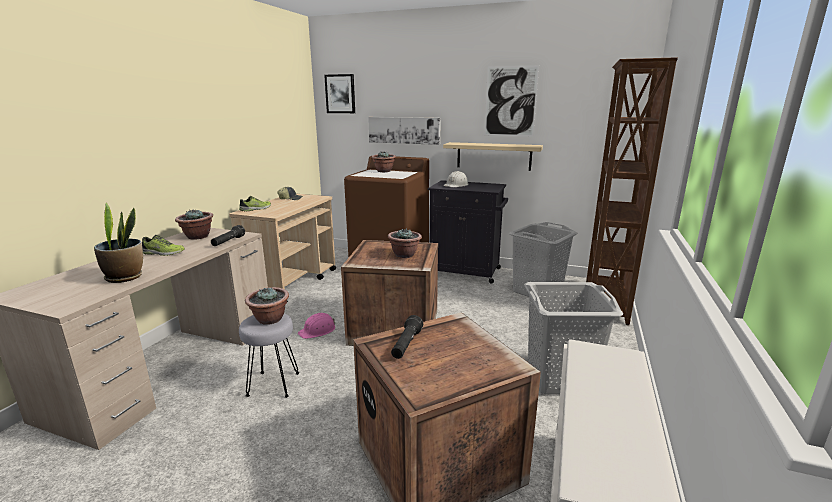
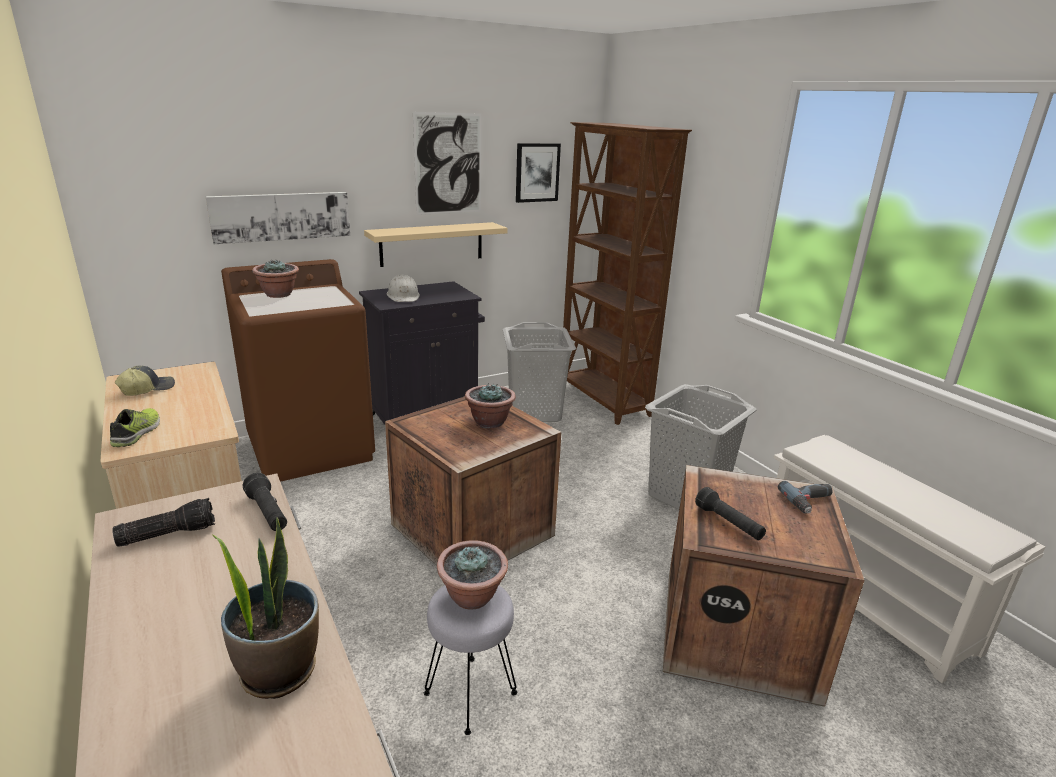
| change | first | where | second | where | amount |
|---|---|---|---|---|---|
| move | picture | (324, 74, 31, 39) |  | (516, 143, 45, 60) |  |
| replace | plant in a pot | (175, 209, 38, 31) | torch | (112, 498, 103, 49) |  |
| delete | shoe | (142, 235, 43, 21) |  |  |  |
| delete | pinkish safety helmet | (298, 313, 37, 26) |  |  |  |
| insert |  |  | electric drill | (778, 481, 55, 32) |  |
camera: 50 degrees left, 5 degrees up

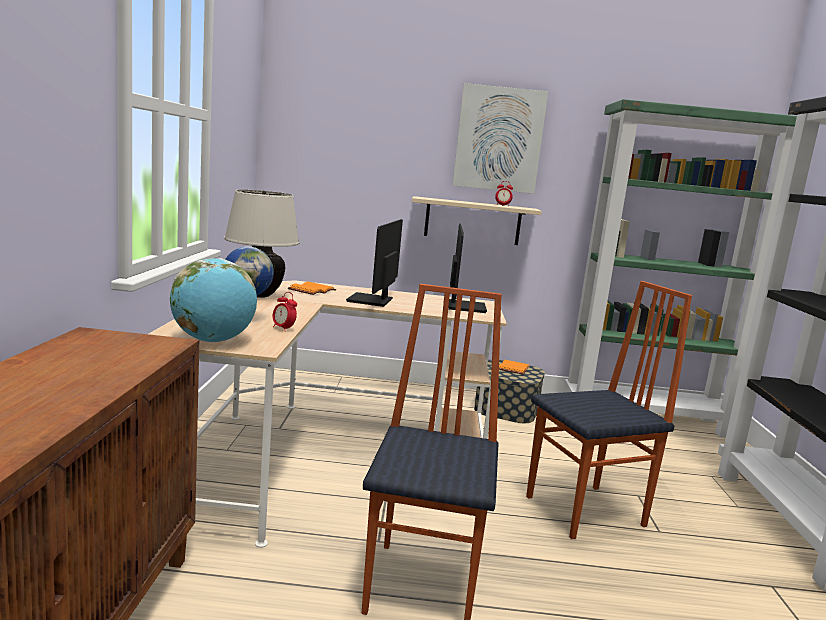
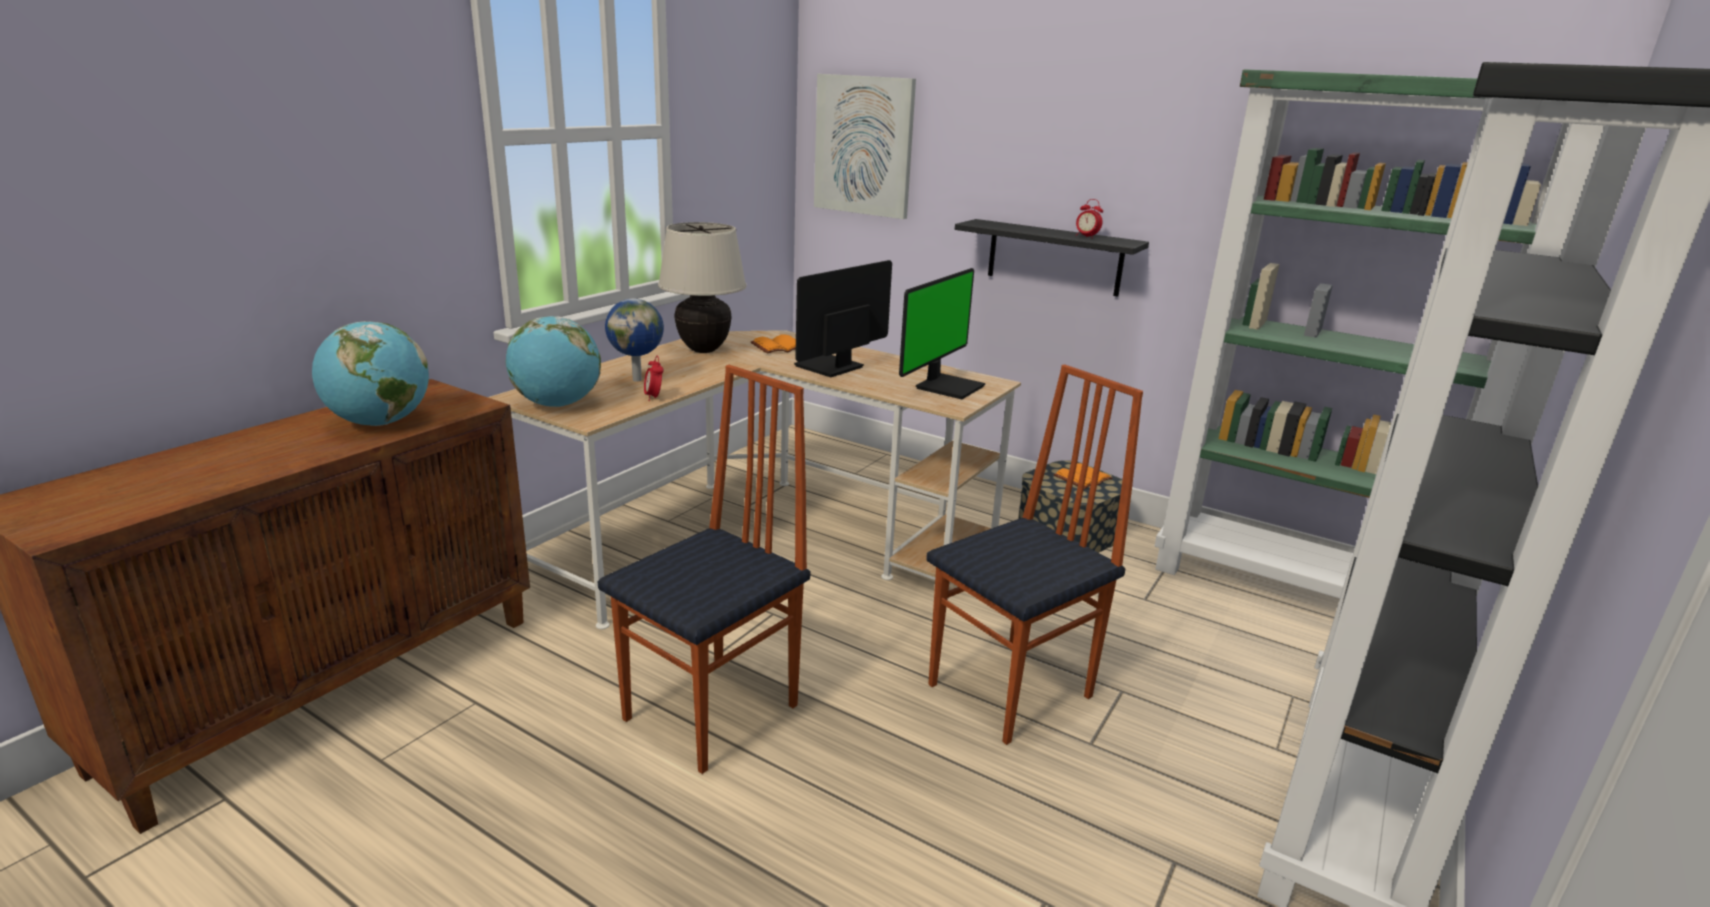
| change | first | where | second | where | amount |
|---|---|---|---|---|---|
| move | picture | (453, 83, 95, 111) |  | (814, 74, 102, 145) |  |
| recolor | beige-coloured bracket shelf | (412, 196, 130, 49) | black bracket shelf | (955, 219, 194, 78) |  |
| rotate | plain chair | (526, 281, 166, 258) |  | (926, 364, 217, 381) | 45 degrees counterclockwise |
| insert |  |  | desk globe | (312, 321, 117, 105) |  |
camera: 30 degrees right, 10 degrees up

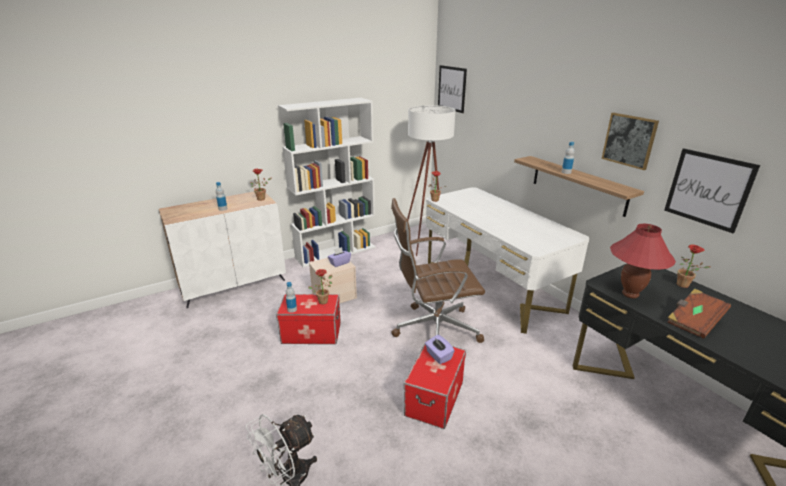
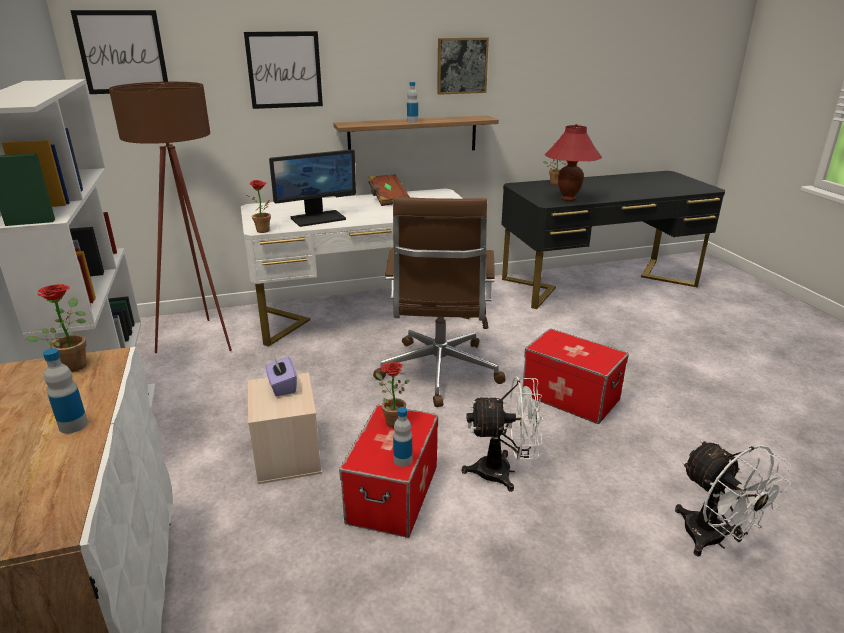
| change | first | where | second | where | amount |
|---|---|---|---|---|---|
| recolor | white floor lamp | (407, 105, 49, 151) | brown floor lamp | (109, 82, 123, 271) |  |
| move | picture | (664, 148, 96, 85) |  | (244, 31, 79, 78) |  |
| move | brown book | (667, 289, 64, 50) |  | (368, 174, 41, 32) |  |
| delete | purplish tissue holder | (425, 335, 30, 29) |  |  |  |
| insert |  |  | computer display | (269, 149, 87, 78) |  |
| insert |  |  | white electric fan | (461, 376, 83, 116) |  |
camera: 75 degrees left, 0 degrees up

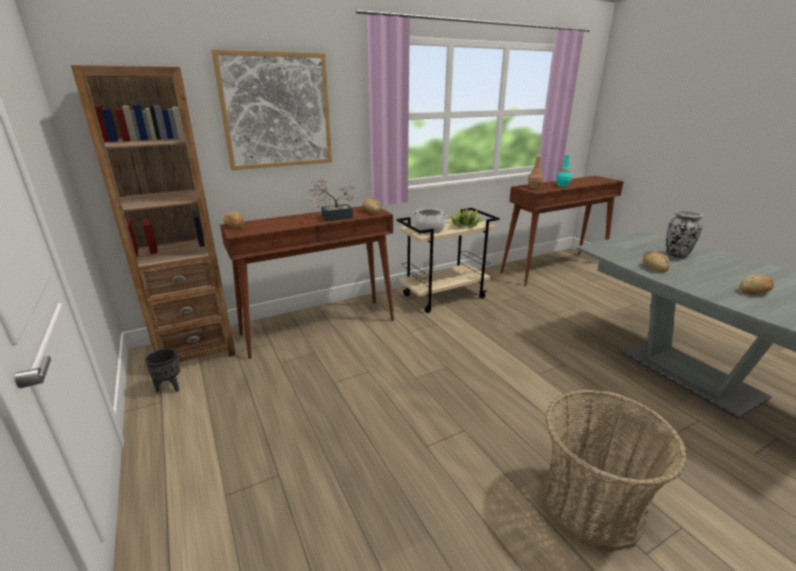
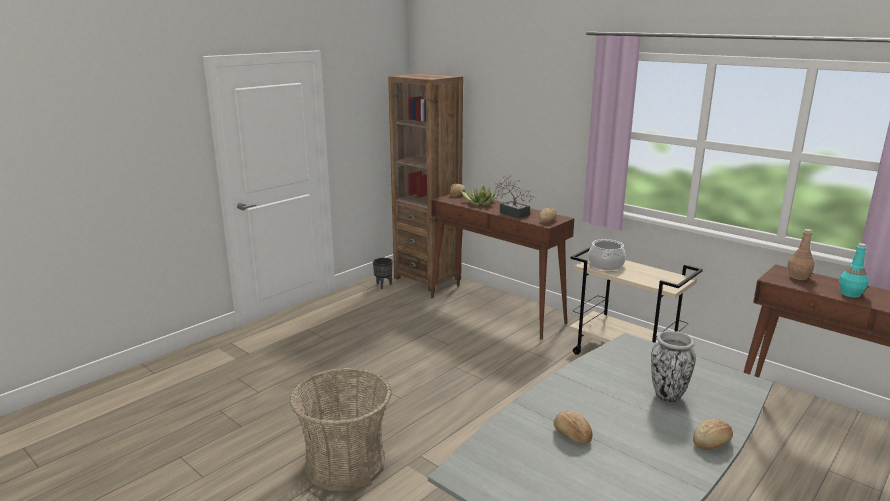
| change | first | where | second | where | amount |
|---|---|---|---|---|---|
| delete | picture | (211, 49, 121, 121) |  |  |  |
| move | plant in a pot | (448, 208, 35, 19) |  | (461, 186, 37, 20) |  |
| move | baked bread | (643, 252, 27, 21) |  | (693, 419, 40, 31) |  |
camera: 70 degrees right, 5 degrees down

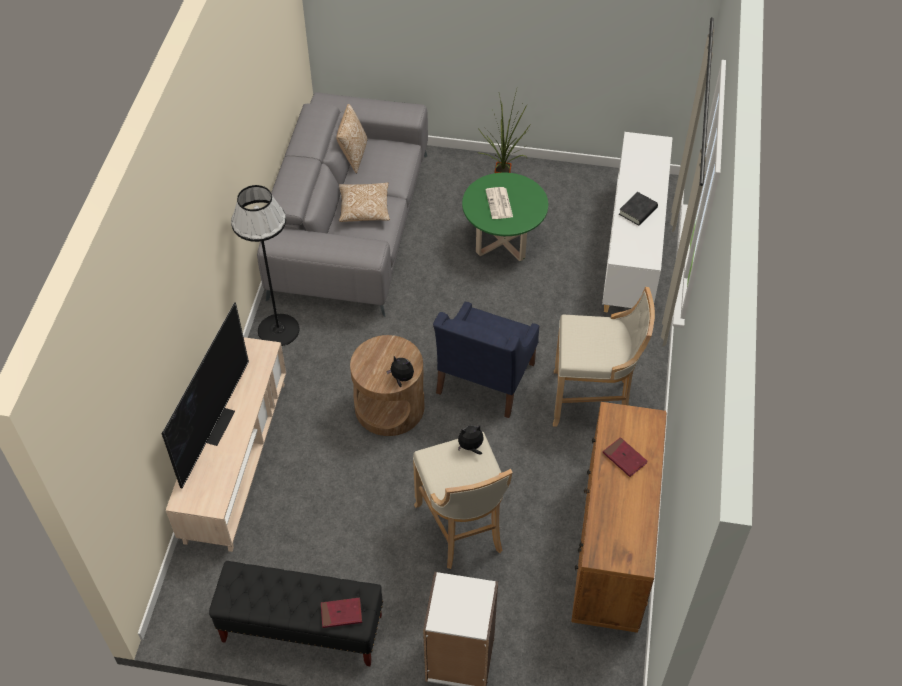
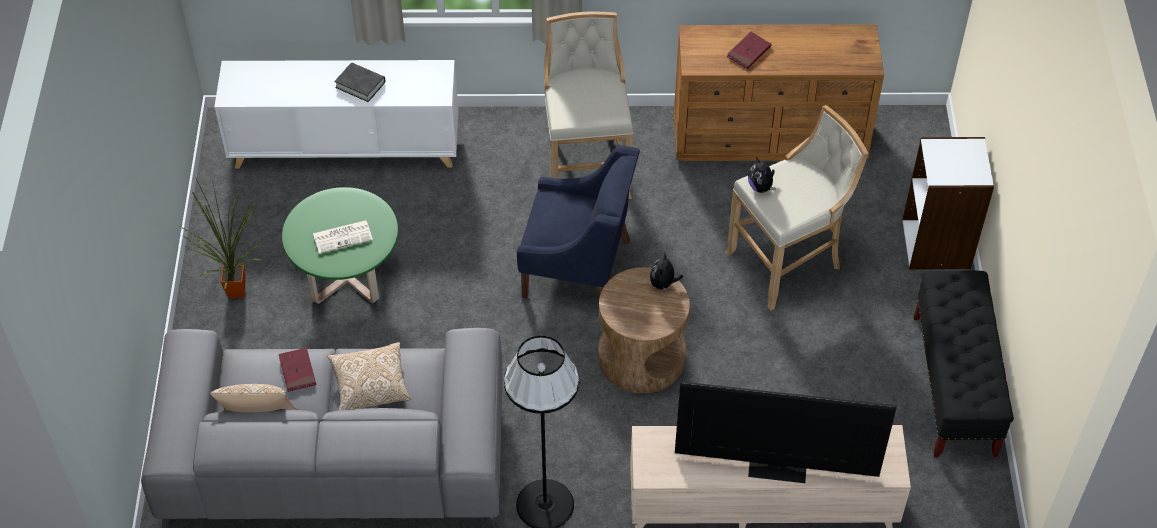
| change | first | where | second | where | amount |
|---|---|---|---|---|---|
| move | red book | (321, 598, 41, 30) |  | (279, 348, 37, 44) |  |
camera: 100 degrees left, 0 degrees up

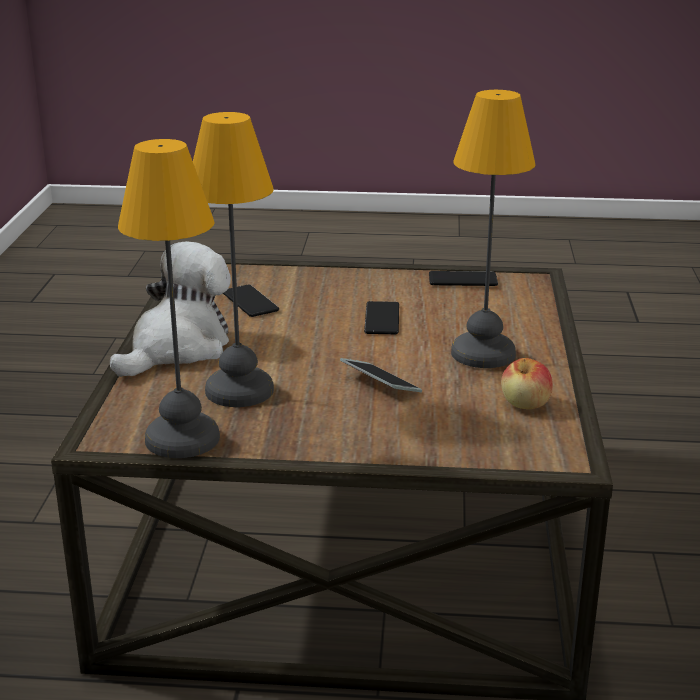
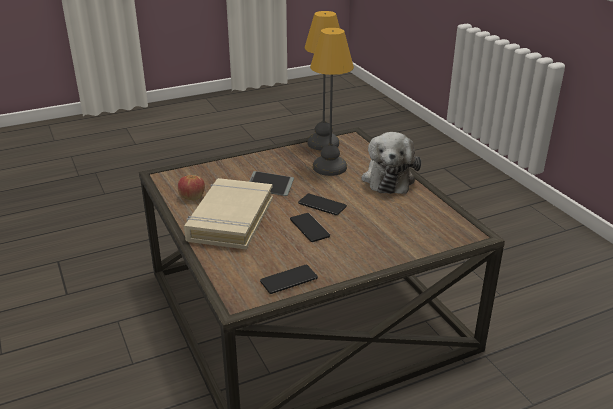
| change | first | where | second | where | amount |
|---|---|---|---|---|---|
| replace | table lamp | (451, 90, 85, 278) | beige-coloured book | (184, 178, 89, 71) |  |
| move | telephone | (223, 285, 56, 32) |  | (298, 194, 49, 21) |  |
camera: 150 degrees right, 5 degrees up

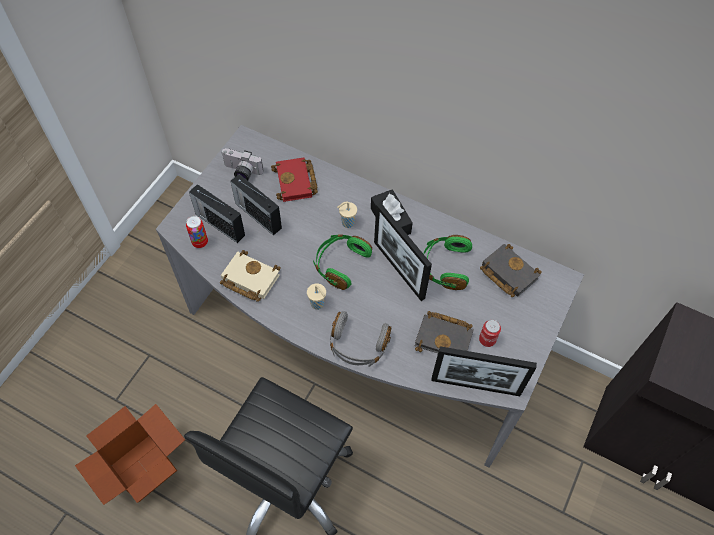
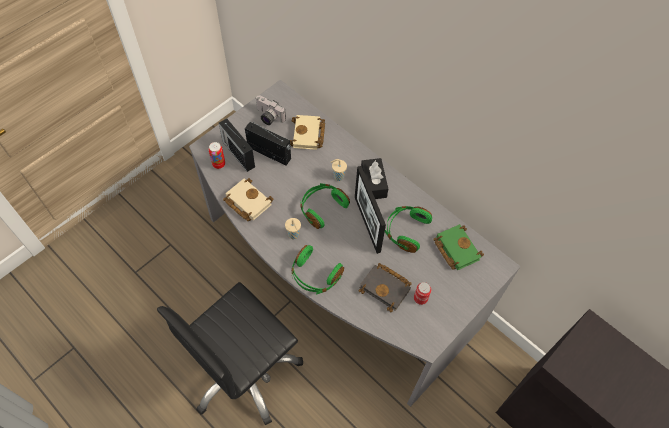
| change | first | where | second | where | amount |
|---|---|---|---|---|---|
| recolor | red book | (271, 157, 47, 45) | beige-coloured book | (290, 115, 35, 35) |  |
| rotate | radio | (230, 174, 52, 61) |  | (245, 121, 46, 45) | 150 degrees clockwise |
| recolor | black book | (480, 244, 61, 53) | green-coloured book | (433, 224, 51, 46) |  |
| recolor | grey pair of headphones | (330, 311, 61, 56) | green-coloured pair of headphones | (292, 245, 52, 50) |  |
| delete | picture frame | (431, 346, 106, 50) |  |  |  |
| delete | cardboard box | (75, 404, 110, 101) |  |  |  |
camera: 15 degrees right, 0 degrees up

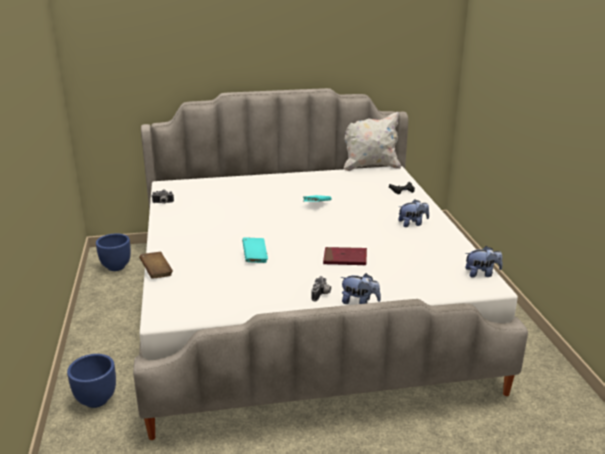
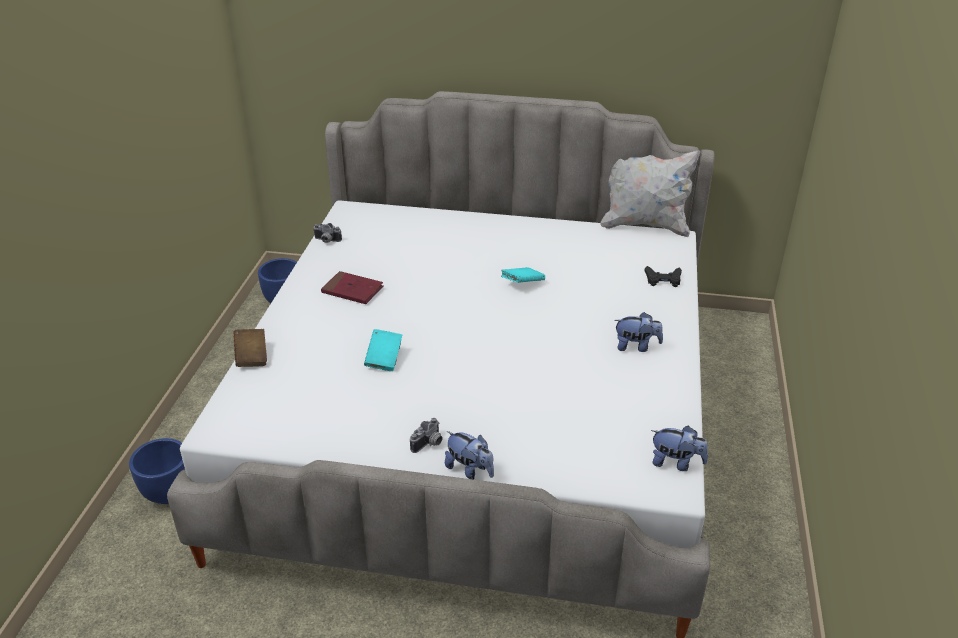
| change | first | where | second | where | amount |
|---|---|---|---|---|---|
| move | red book | (323, 247, 44, 18) |  | (321, 271, 63, 33) |  |
camera: 20 degrees right, 10 degrees up

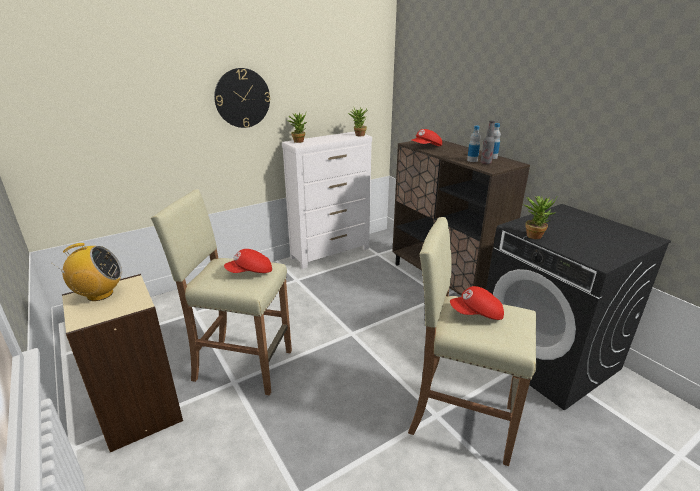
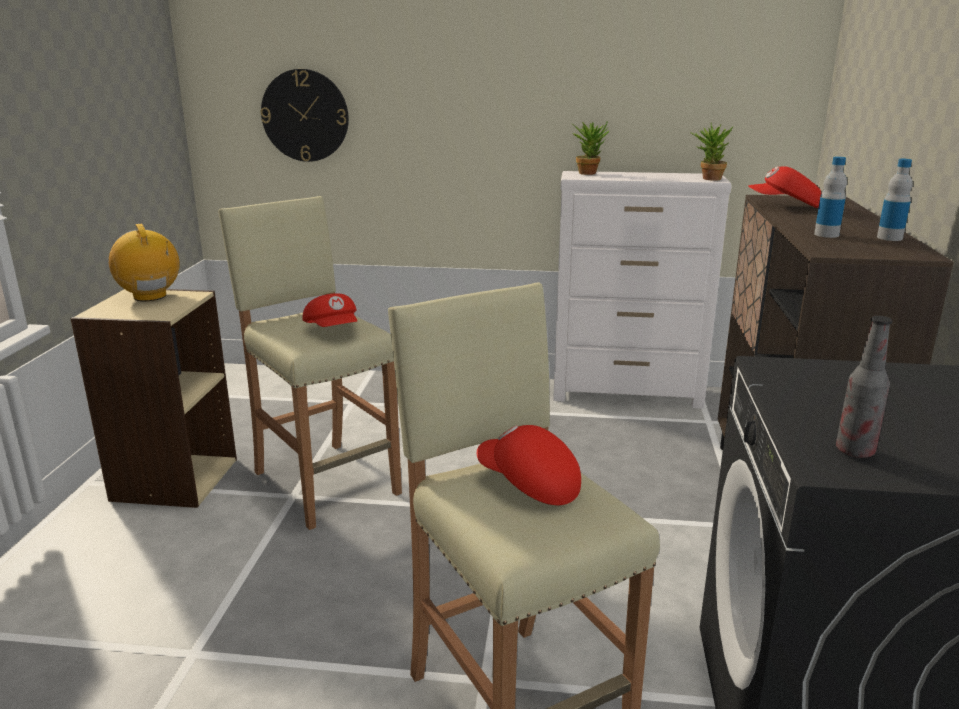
| change | first | where | second | where | amount |
|---|---|---|---|---|---|
| move | wall clock | (214, 68, 56, 60) |  | (260, 69, 89, 93) |  |
| move | bottle | (480, 120, 15, 44) |  | (836, 316, 56, 142) |  |
| delete | plant in a pot | (523, 196, 34, 43) |  |  |  |
| rotate | radio | (52, 243, 70, 58) |  | (109, 224, 71, 77) | 150 degrees counterclockwise |
| rotate | red peaked cap | (224, 249, 48, 24) |  | (302, 293, 55, 34) | 135 degrees counterclockwise |
camera: 40 degrees right, 5 degrees down

